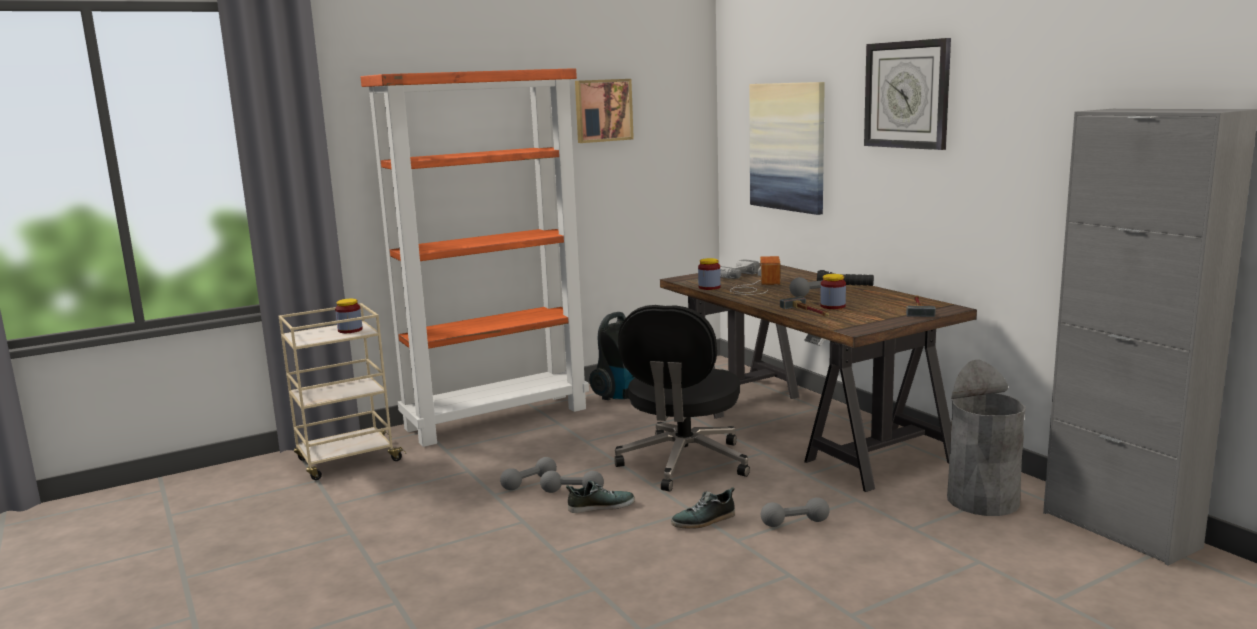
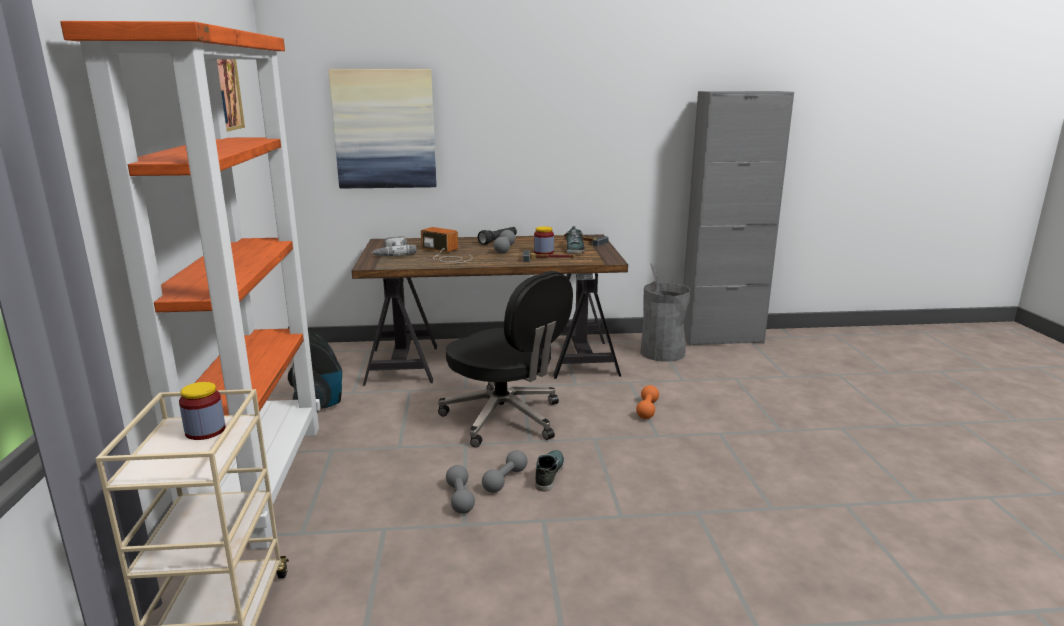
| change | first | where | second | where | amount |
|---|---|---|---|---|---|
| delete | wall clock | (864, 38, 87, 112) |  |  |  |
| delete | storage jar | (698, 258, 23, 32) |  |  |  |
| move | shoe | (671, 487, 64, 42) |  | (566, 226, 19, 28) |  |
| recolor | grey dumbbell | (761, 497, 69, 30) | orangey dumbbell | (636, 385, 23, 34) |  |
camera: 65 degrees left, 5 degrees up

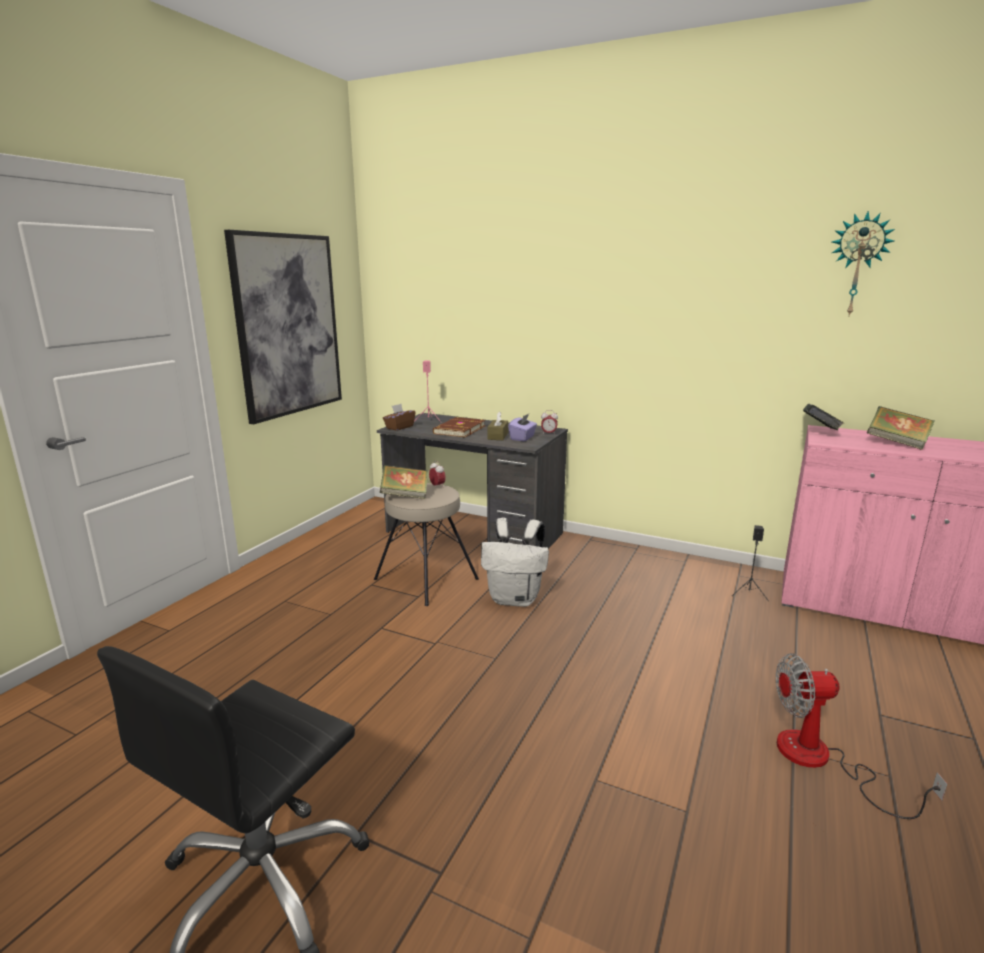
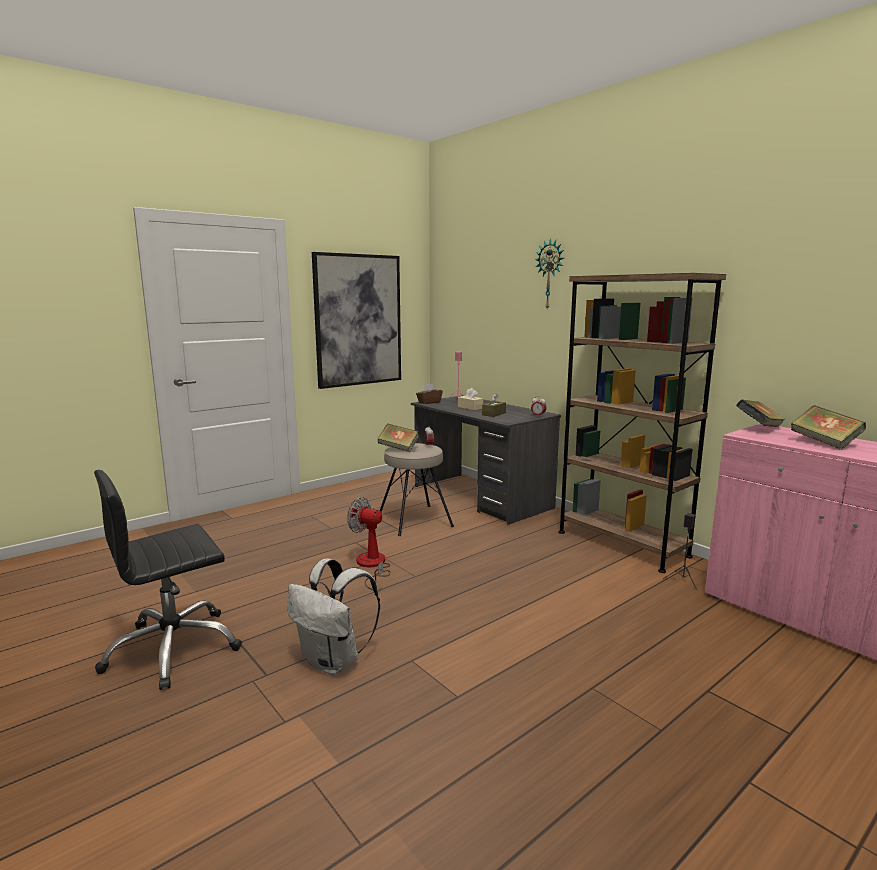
| change | first | where | second | where | amount |
|---|---|---|---|---|---|
| move | wall clock | (832, 211, 63, 105) |  | (535, 238, 29, 71) |  |
| delete | purplish tissue holder | (508, 414, 29, 27) |  |  |  |
| replace | brown book | (433, 417, 52, 20) | beige-coloured tissue holder | (458, 388, 25, 22) |  |
| move | white rucksack | (481, 518, 68, 89) |  | (288, 559, 92, 116) |  |
| move | electric fan | (776, 653, 171, 166) |  | (347, 497, 44, 93) |  |
| insert |  |  | brown bookshelf | (558, 273, 168, 300) |  |
camera: 25 degrees right, 5 degrees down

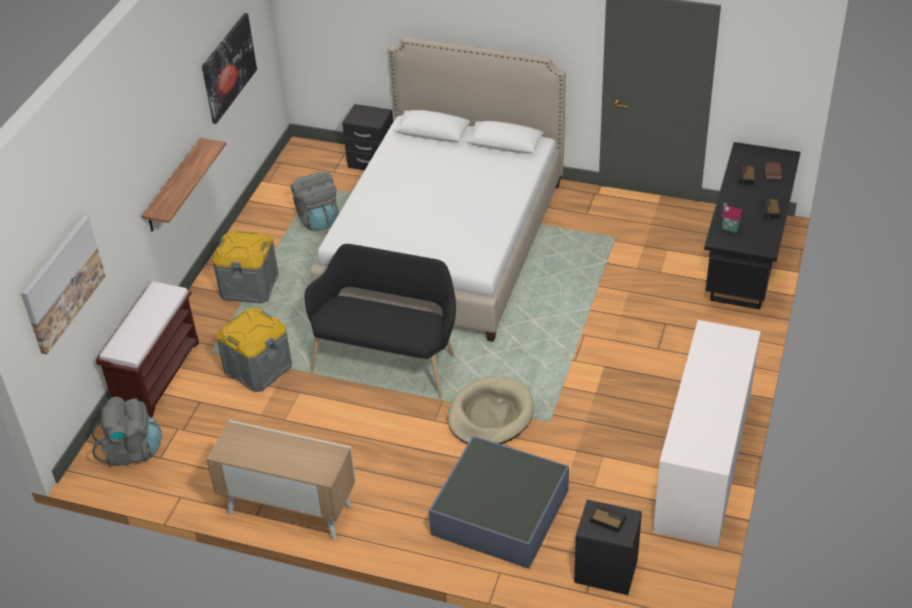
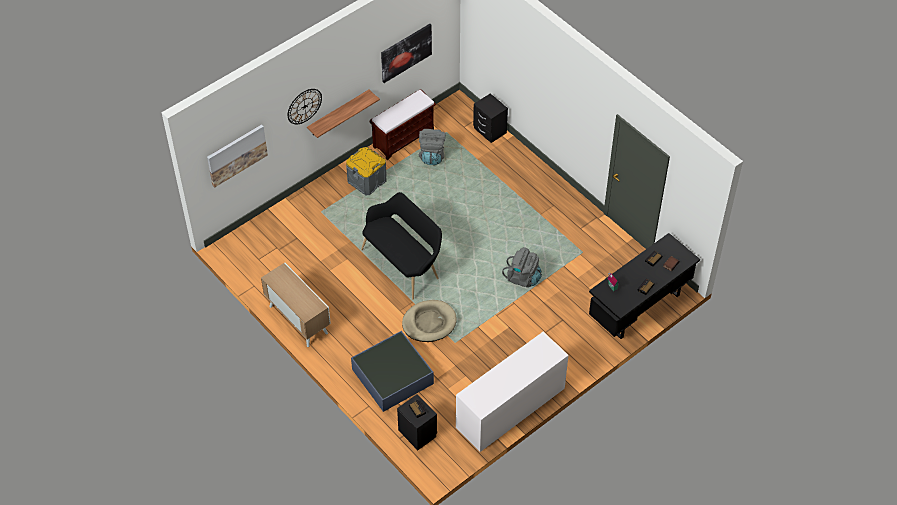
| change | first | where | second | where | amount |
|---|---|---|---|---|---|
| delete | bedroom bed | (311, 38, 255, 304) |  |  |  |
| move | brown bench | (96, 281, 103, 137) |  | (370, 89, 66, 71) |  |
| delete | grey storage bin | (217, 308, 75, 84) |  |  |  |
| move | grey rucksack | (92, 397, 70, 70) |  | (502, 247, 40, 40) |  |
| insert |  |  | wall clock | (288, 89, 34, 35) |  |
camera: 30 degrees right, 10 degrees up

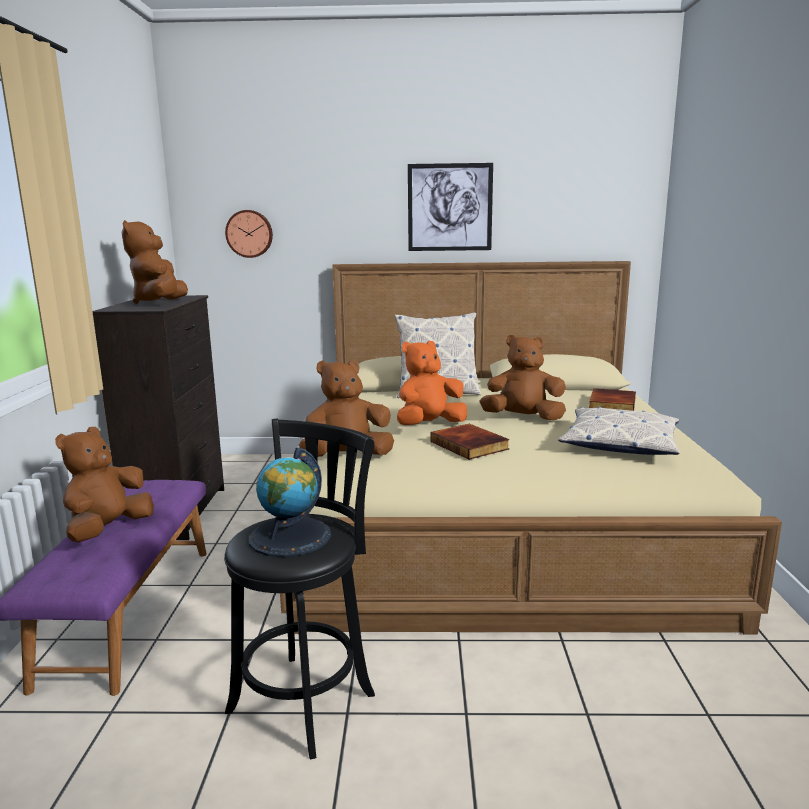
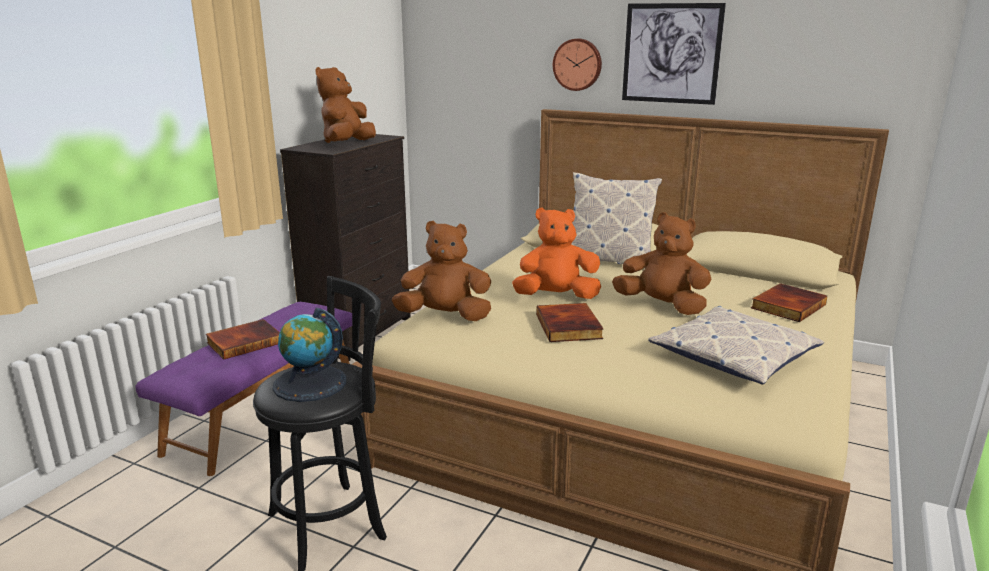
| change | first | where | second | where | amount |
|---|---|---|---|---|---|
| move | wall clock | (225, 210, 48, 48) |  | (553, 39, 49, 52) |  |
| replace | brown soft toy | (55, 427, 99, 115) | book | (205, 319, 75, 41) |  |
camera: 25 degrees right, 5 degrees up

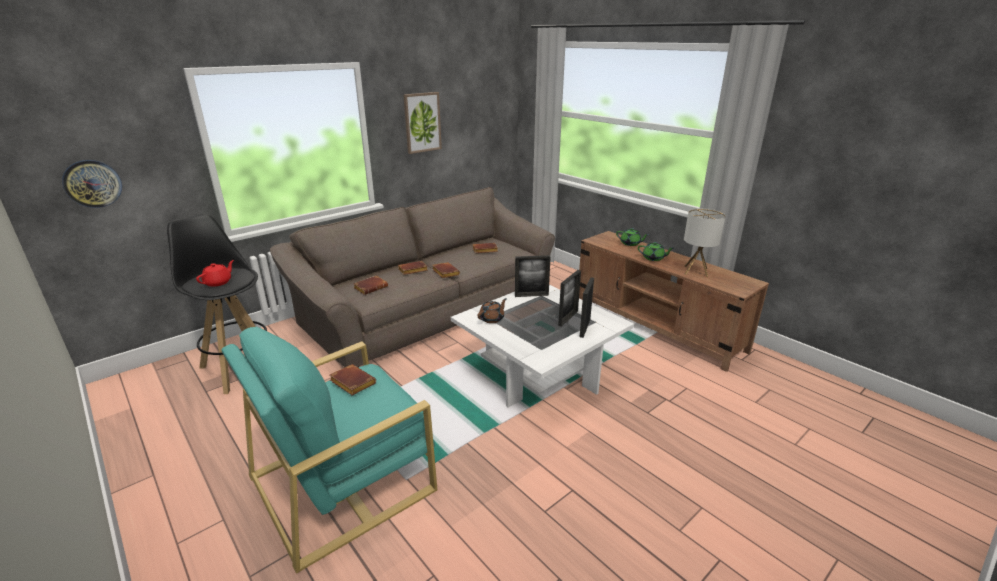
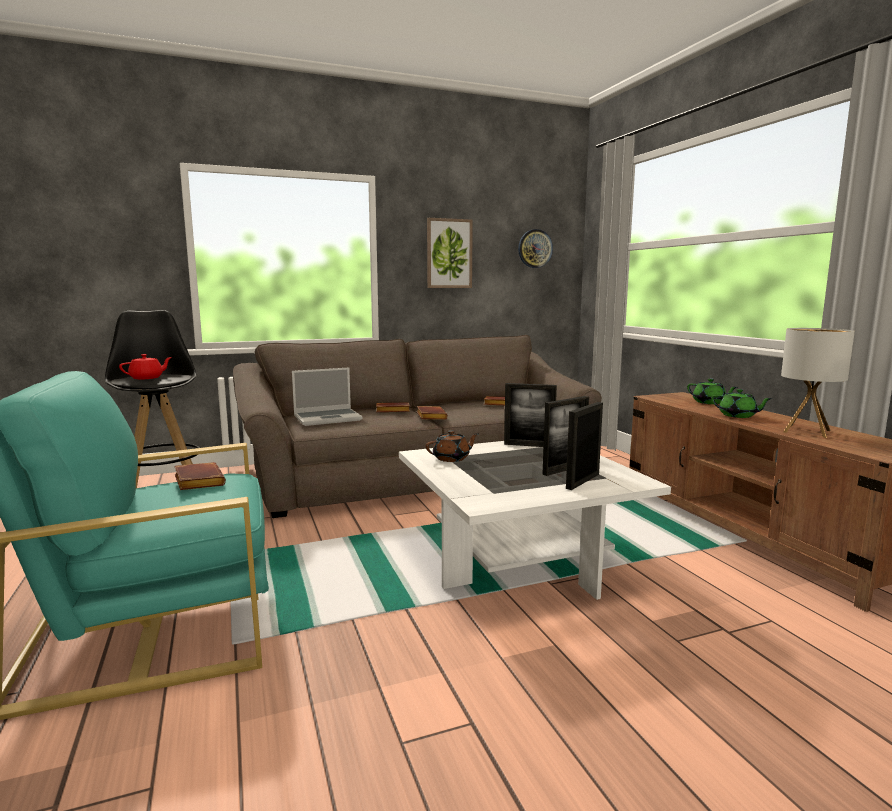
| change | first | where | second | where | amount |
|---|---|---|---|---|---|
| move | wall clock | (62, 160, 60, 48) |  | (518, 229, 35, 39) |  |
| replace | brown book | (353, 275, 35, 20) | portable computer | (292, 367, 71, 59) |  |
camera: 20 degrees right, 15 degrees down

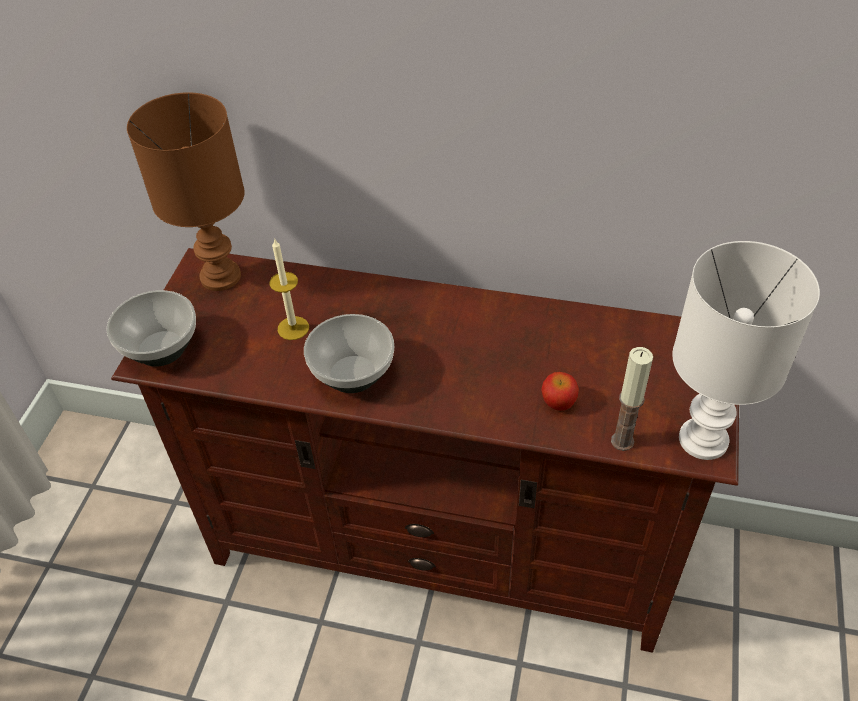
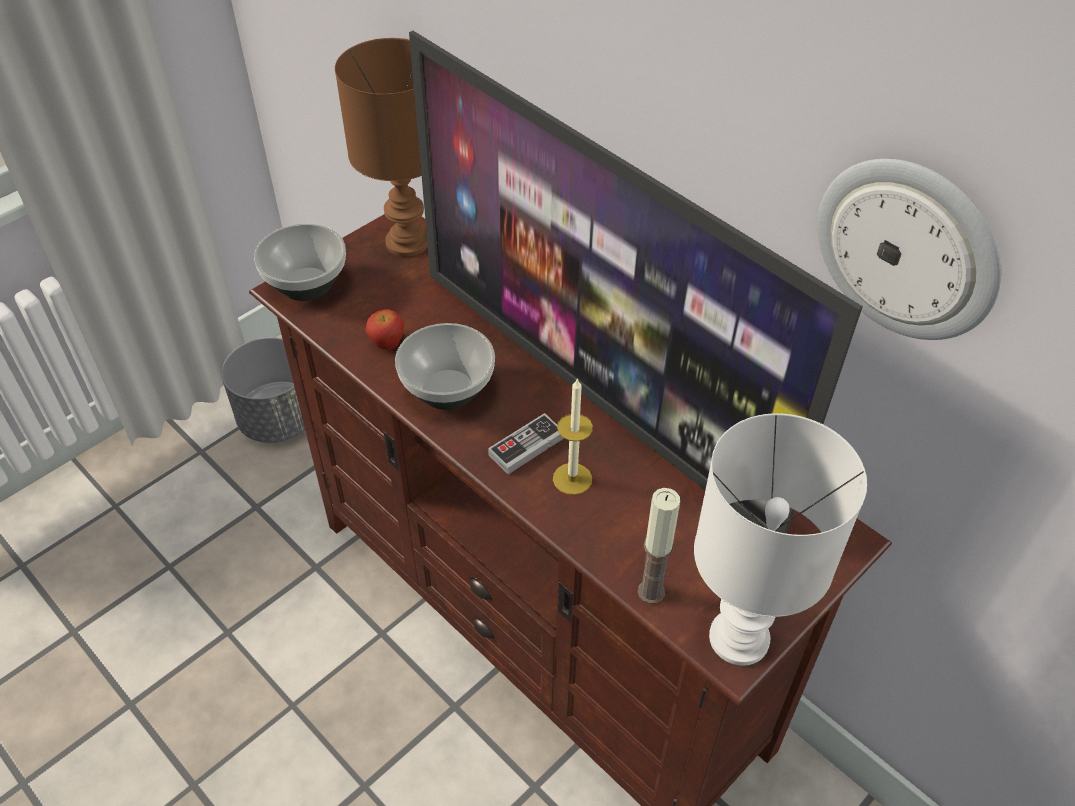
| change | first | where | second | where | amount |
|---|---|---|---|---|---|
| move | candle | (269, 238, 40, 102) |  | (553, 378, 40, 117) |  |
| move | apple fruit | (542, 372, 37, 39) |  | (366, 309, 38, 41) |  |
| insert |  |  | TV | (409, 31, 454, 503) |  |
| insert |  |  | wall clock | (817, 159, 184, 181) |  |
| insert |  |  | grey plant pot | (221, 337, 84, 106) |  |
| insert |  |  | gamepad | (488, 413, 76, 61) |  |
camera: 30 degrees right, 0 degrees up

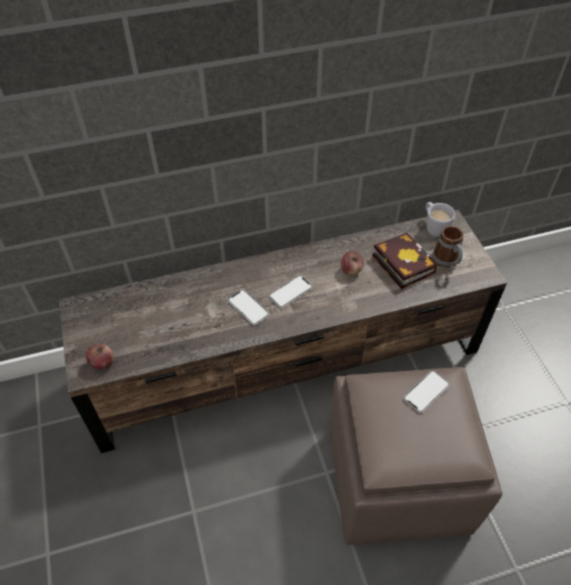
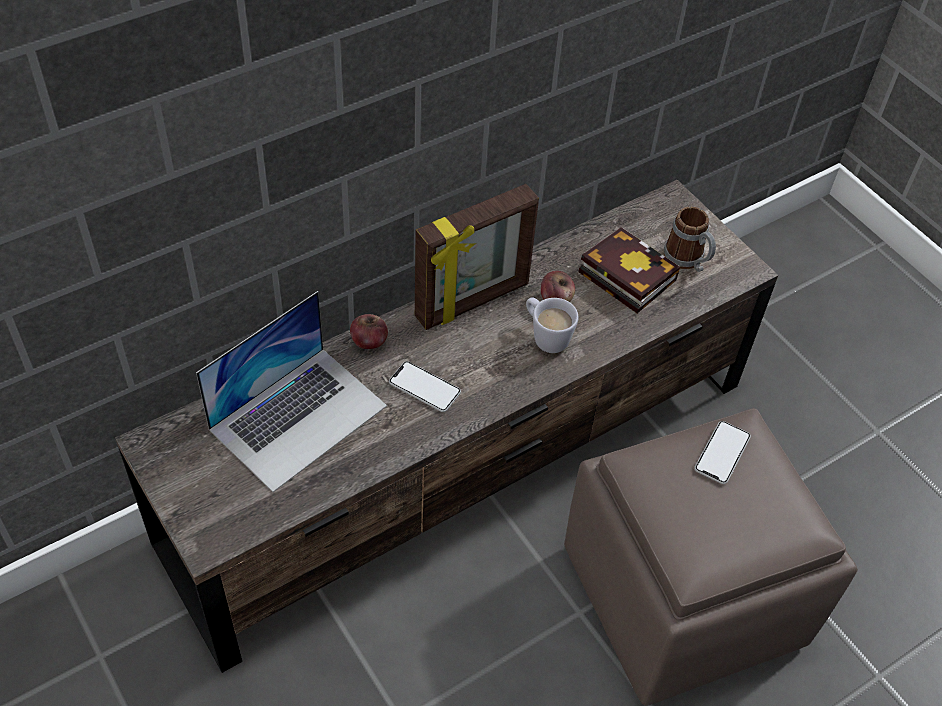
| change | first | where | second | where | amount |
|---|---|---|---|---|---|
| move | white coffee mug | (426, 202, 29, 35) |  | (526, 297, 53, 56) |  |
| delete | telephone | (269, 275, 44, 33) |  |  |  |
| move | apple fruit | (86, 344, 28, 25) |  | (350, 314, 38, 35) |  |
| insert |  |  | picture frame | (415, 184, 124, 146) |  |
| insert |  |  | portable computer | (196, 291, 191, 201) |  |
camera: 20 degrees left, 0 degrees up

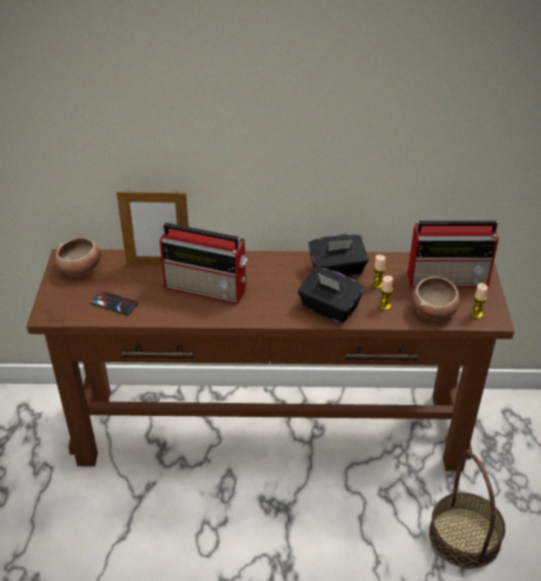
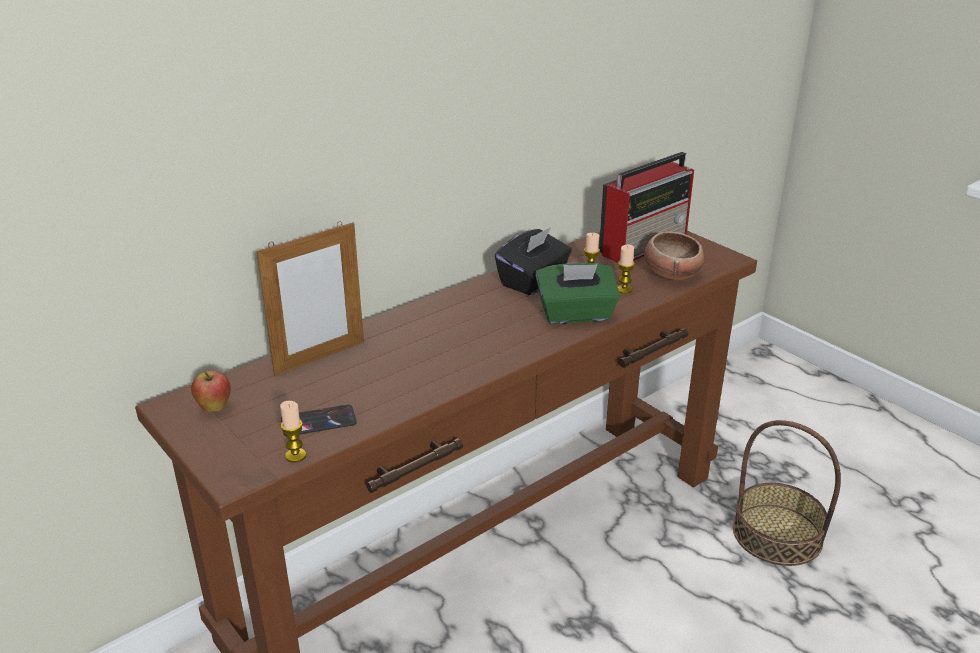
| change | first | where | second | where | amount |
|---|---|---|---|---|---|
| delete | radio | (160, 223, 88, 81) |  |  |  |
| replace | bowl | (56, 238, 45, 38) | apple fruit | (191, 370, 40, 42) |  |
| recolor | black tissue holder | (298, 267, 66, 56) | green-coloured tissue holder | (535, 263, 85, 61) |  |
| move | candle | (470, 283, 18, 36) |  | (280, 401, 26, 61) |  |
camera: 40 degrees left, 10 degrees down

